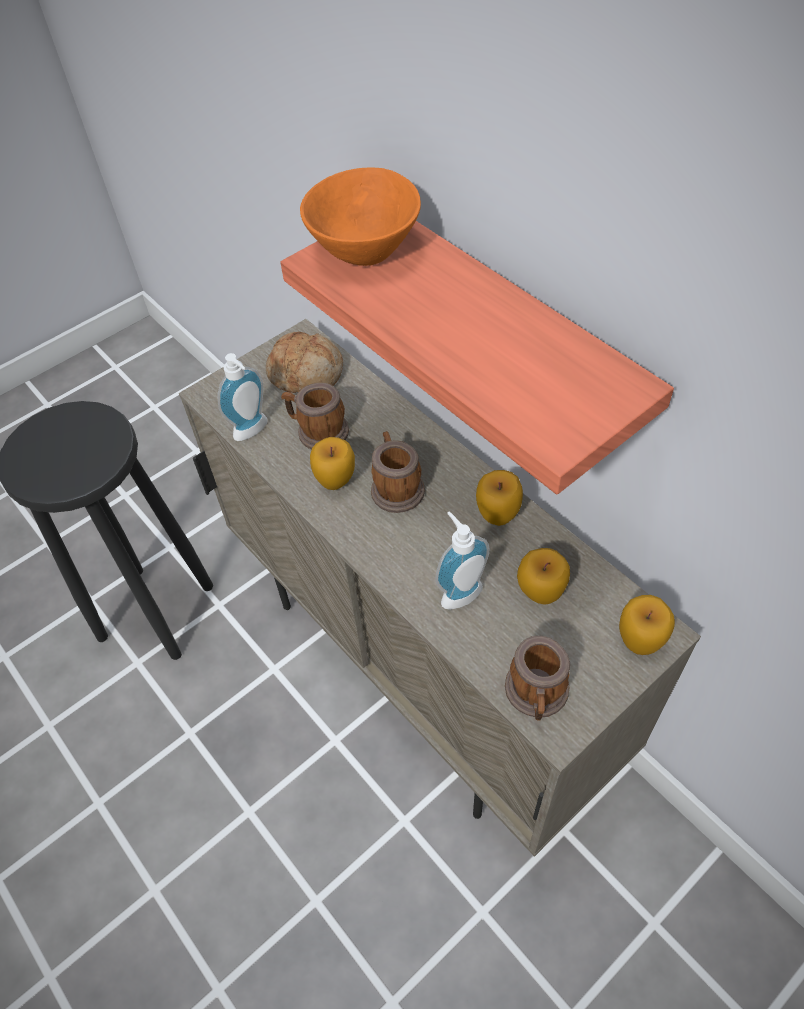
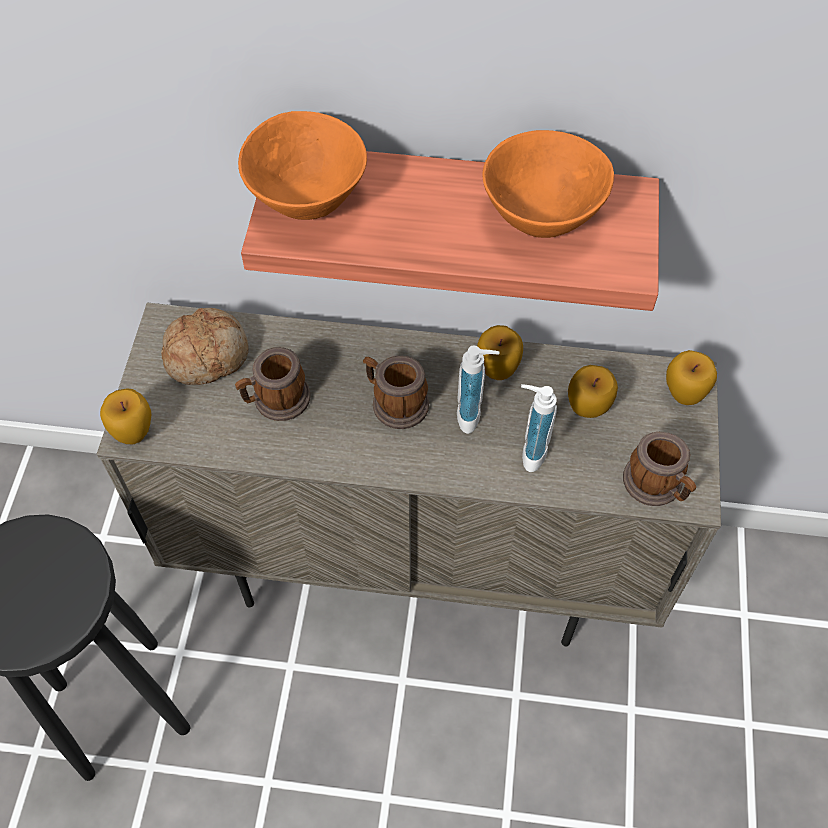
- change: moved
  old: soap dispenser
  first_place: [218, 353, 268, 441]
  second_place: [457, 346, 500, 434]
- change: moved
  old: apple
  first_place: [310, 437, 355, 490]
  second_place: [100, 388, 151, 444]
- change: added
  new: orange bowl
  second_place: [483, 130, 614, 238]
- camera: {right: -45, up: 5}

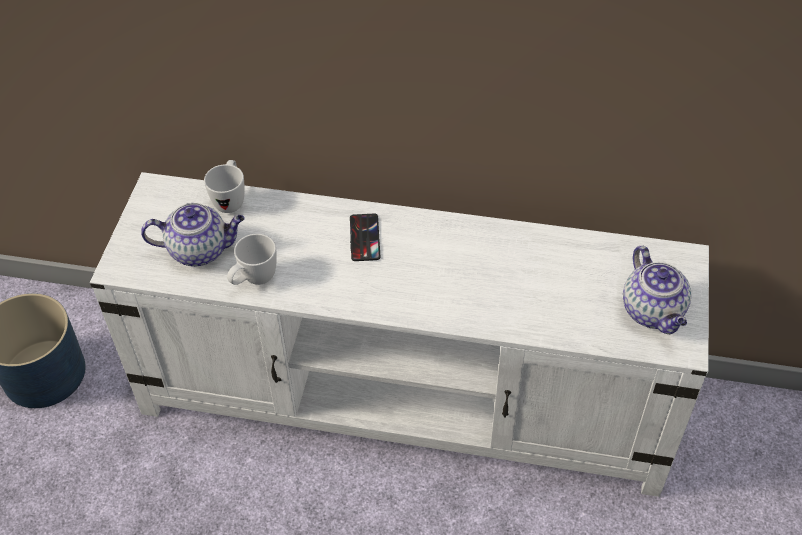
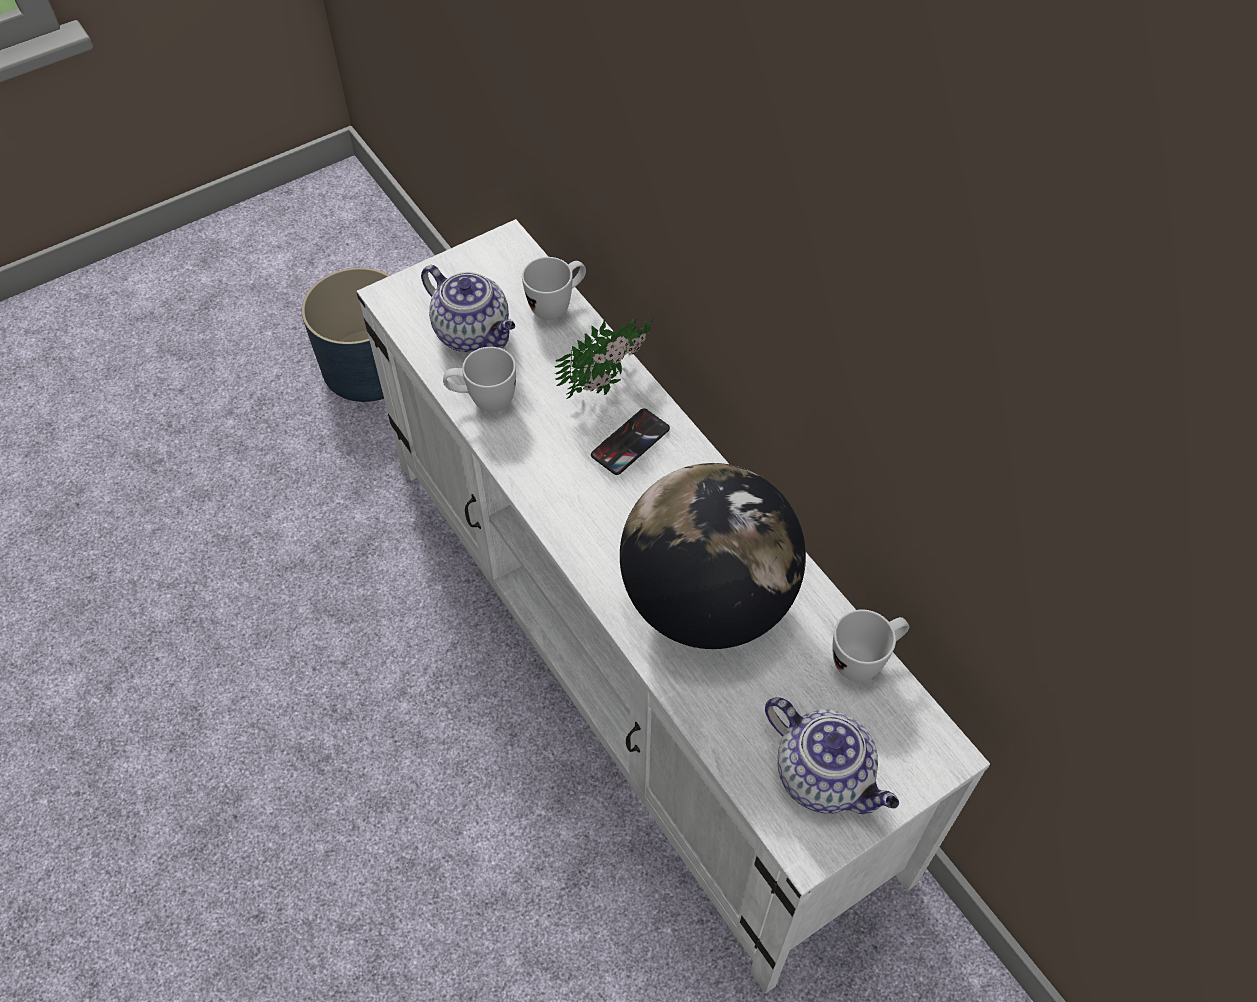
- change: turned
  old: teapot
  first_place: [623, 246, 691, 334]
  second_place: [765, 697, 899, 814]
  degrees: -75
- change: added
  new: potted plant
  second_place: [554, 317, 654, 399]
- change: added
  new: globe
  second_place: [620, 463, 806, 649]
- change: added
  new: white mug
  second_place: [832, 610, 909, 681]
- camera: {right: 45, up: 5}

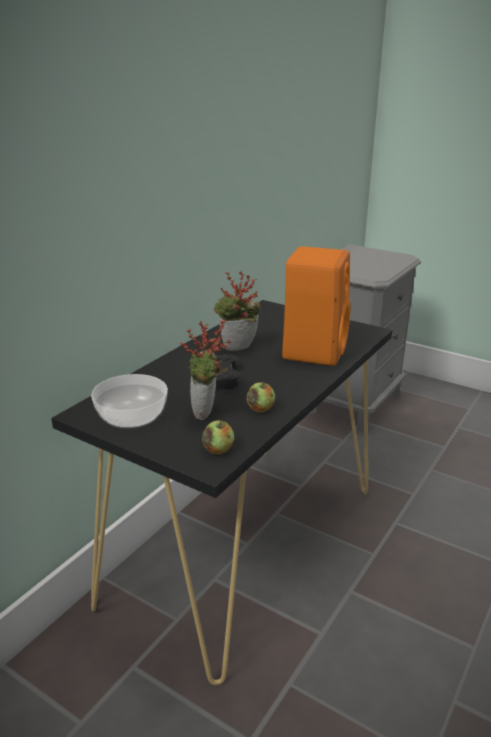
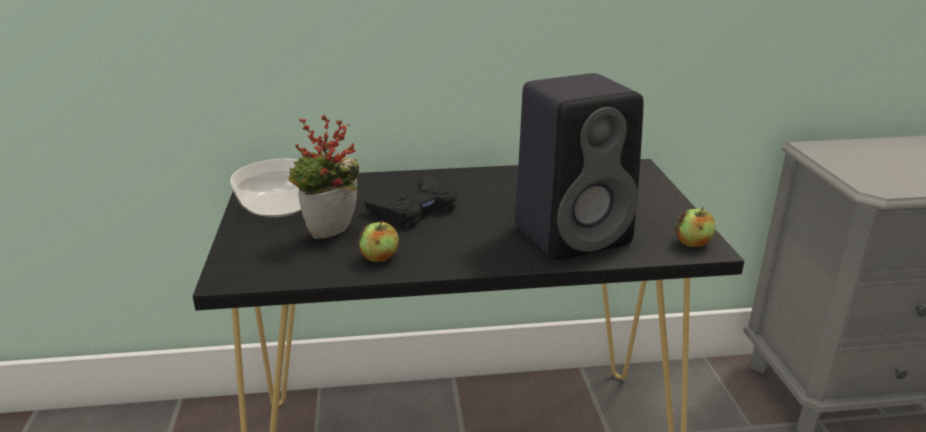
- change: moved
  old: apple
  first_place: [202, 419, 234, 454]
  second_place: [676, 207, 715, 247]
- change: removed
  old: potted plant
  first_place: [214, 271, 260, 351]
- change: recoloured
  old: orange speaker
  new: black speaker
  first_place: [282, 246, 350, 366]
  second_place: [515, 73, 644, 260]
- camera: {right: 50, up: 0}

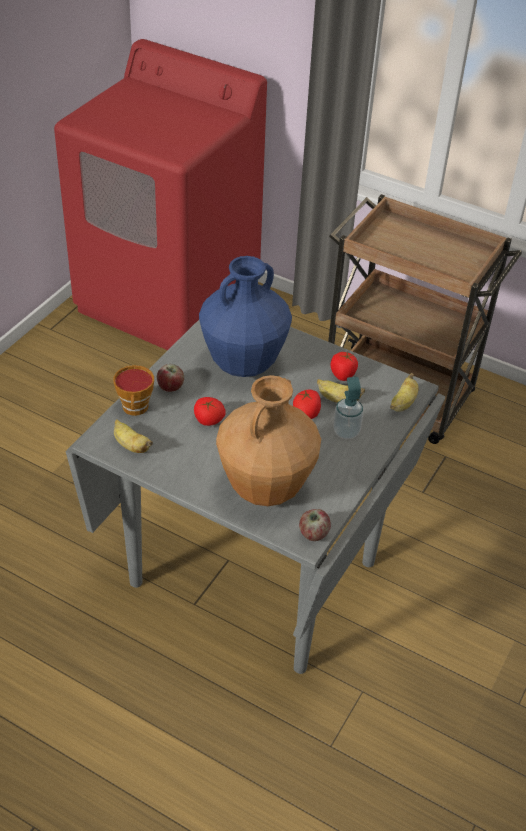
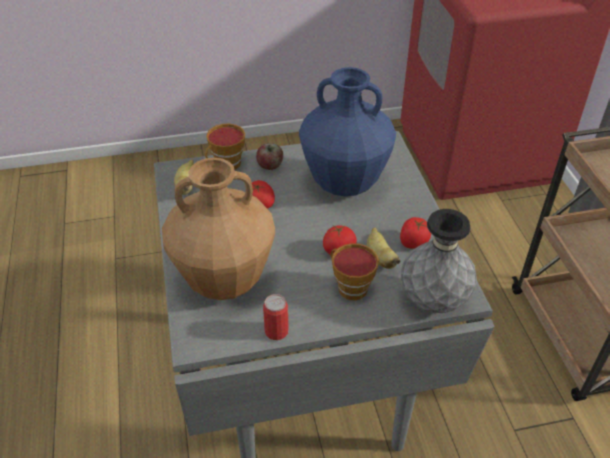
- change: removed
  old: apple
  first_place: [299, 509, 331, 541]
- change: replaced
  old: soap dispenser
  new: cup
  first_place: [333, 377, 363, 439]
  second_place: [331, 243, 379, 300]
- change: replaced
  old: banana
  new: grey vase
  first_place: [390, 373, 419, 412]
  second_place: [401, 209, 477, 313]
- change: added
  new: can
  second_place: [263, 294, 289, 340]
- camera: {right: 50, up: 0}

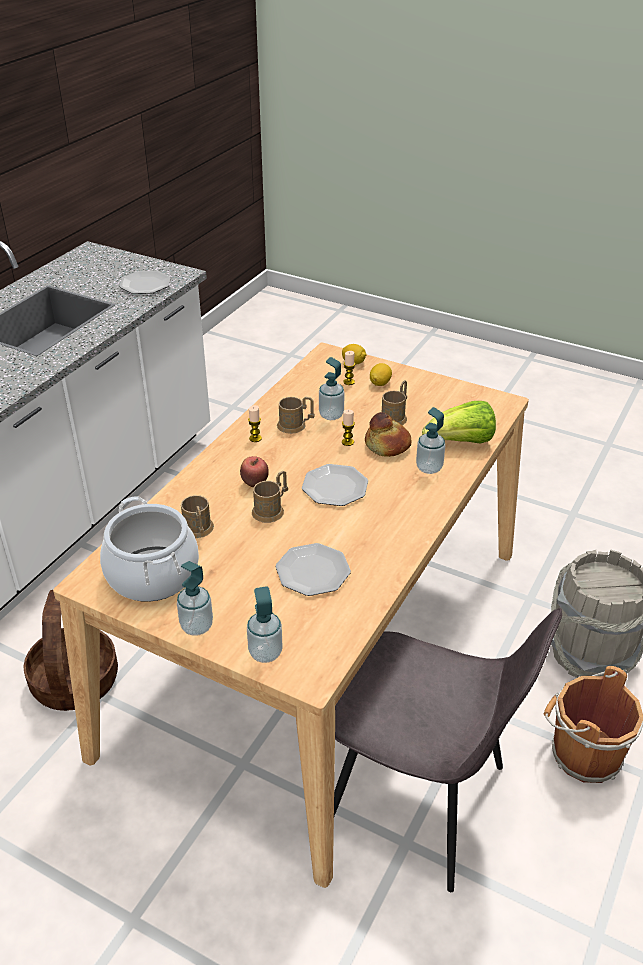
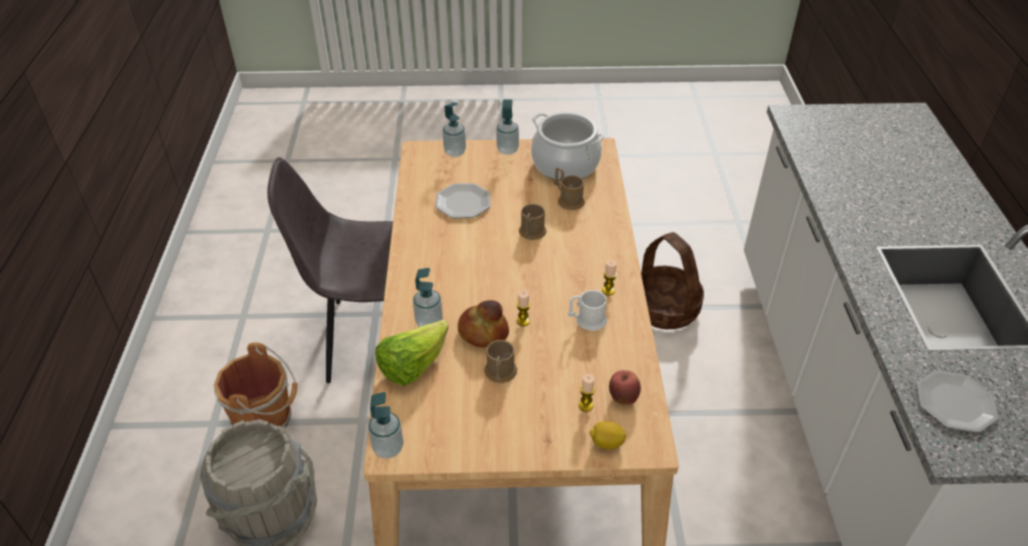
- change: moved
  old: apple
  first_place: [240, 456, 269, 487]
  second_place: [609, 370, 641, 405]
- change: recoloured
  old: brown mug
  new: white mug
  first_place: [277, 397, 314, 434]
  second_place: [568, 290, 607, 331]
- change: removed
  old: plate
  first_place: [302, 464, 368, 506]
- change: moved
  old: soap dispenser
  first_place: [319, 357, 344, 420]
  second_place: [368, 392, 404, 459]
- change: removed
  old: lemon
  first_place: [370, 363, 392, 386]
- camera: {right: 150, up: 5}

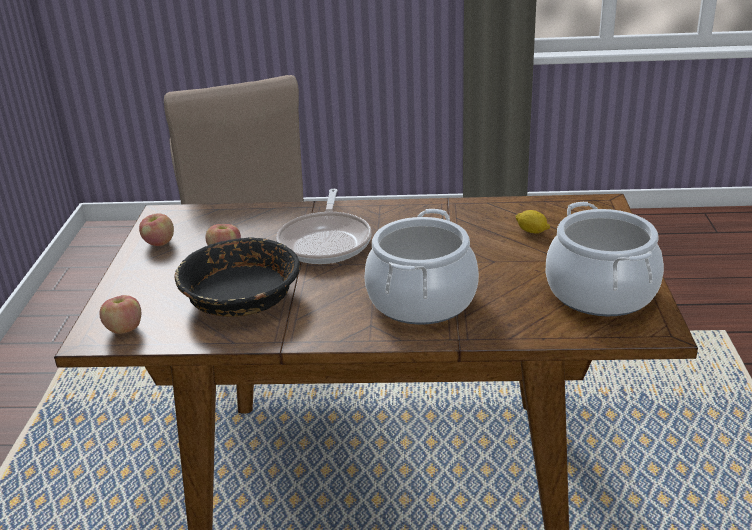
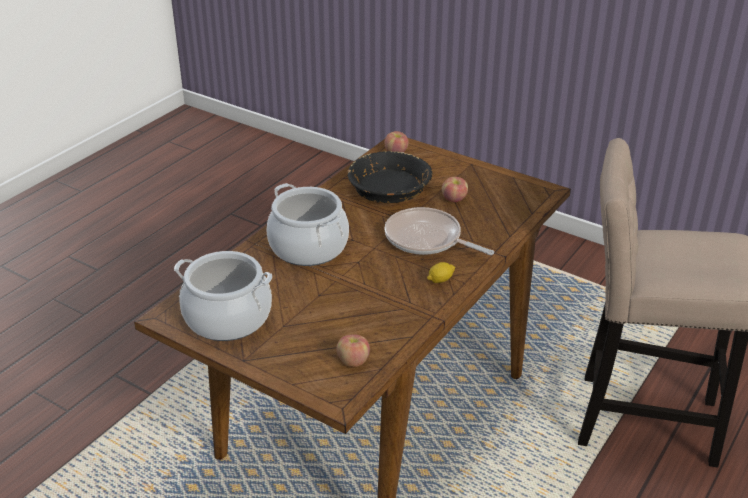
- change: moved
  old: apple
  first_place: [139, 213, 174, 246]
  second_place: [336, 335, 370, 367]
- change: moved
  old: lemon
  first_place: [515, 210, 550, 234]
  second_place: [427, 262, 455, 283]
- camera: {right: 120, up: 5}

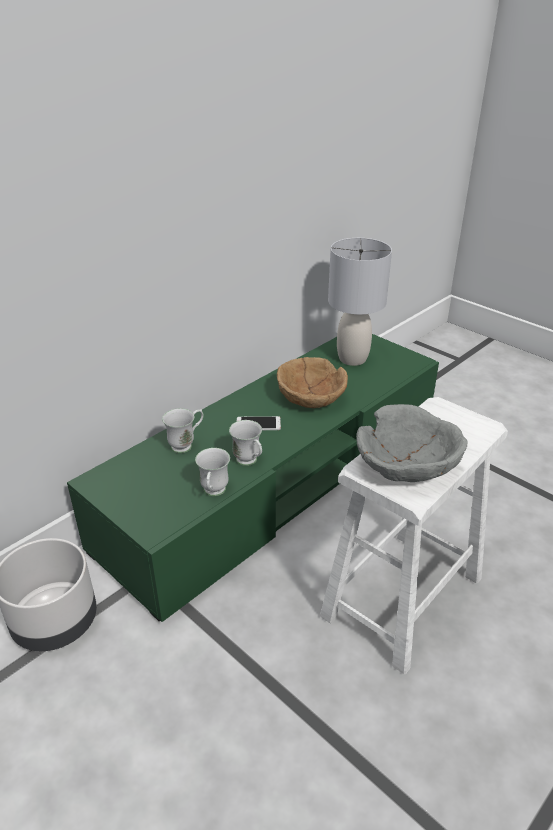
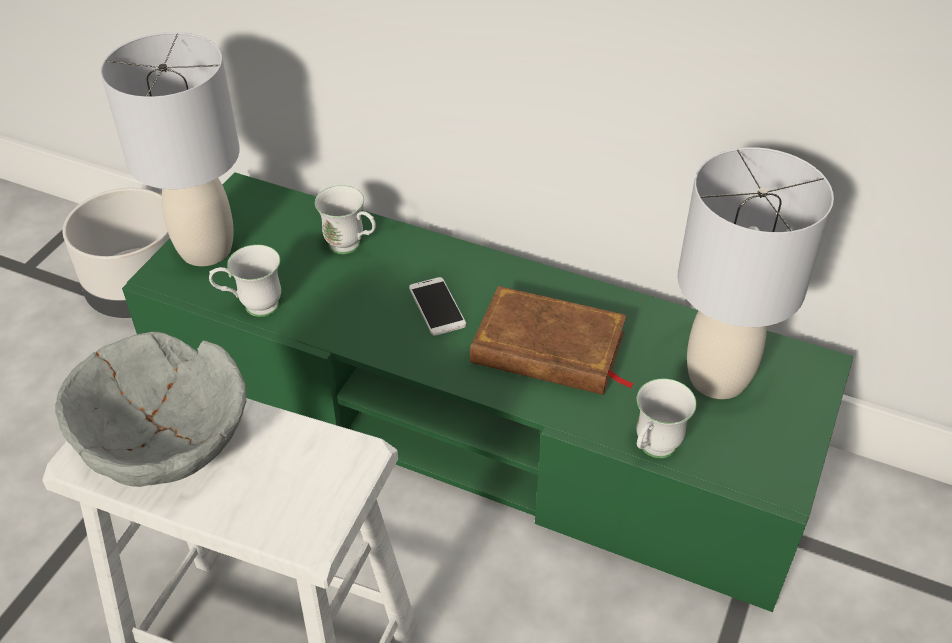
- change: moved
  old: white mug
  first_place: [229, 420, 262, 466]
  second_place: [637, 378, 696, 458]
- change: replaced
  old: brown bowl
  new: brown book
  first_place: [277, 357, 348, 408]
  second_place: [470, 286, 634, 395]
- change: added
  new: grey table lamp
  second_place: [101, 32, 240, 266]
- camera: {right: 70, up: 10}

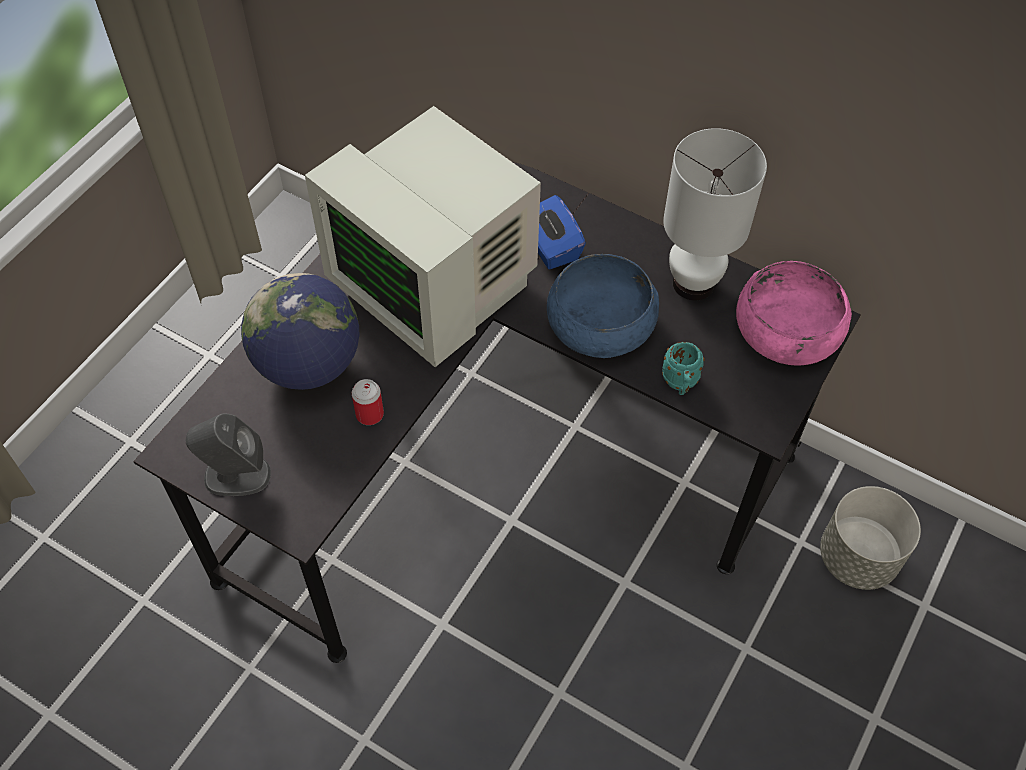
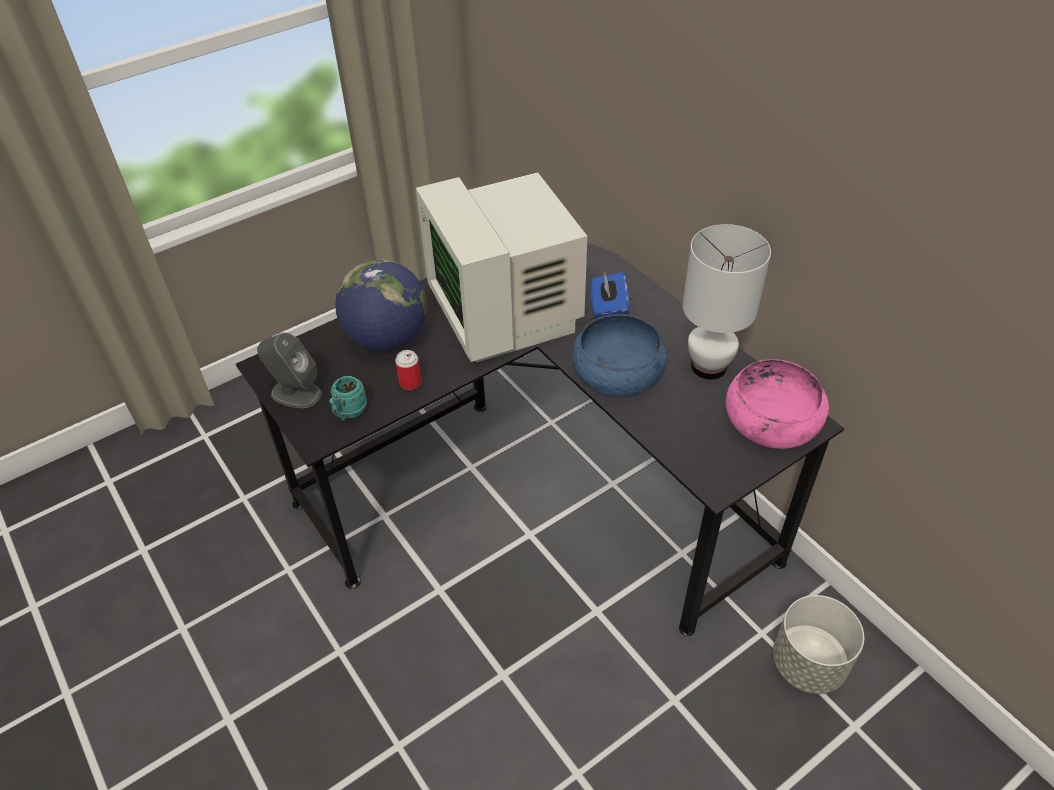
- change: moved
  old: turquoise mug
  first_place: [662, 342, 705, 395]
  second_place: [329, 376, 367, 421]
- camera: {right: 25, up: -10}

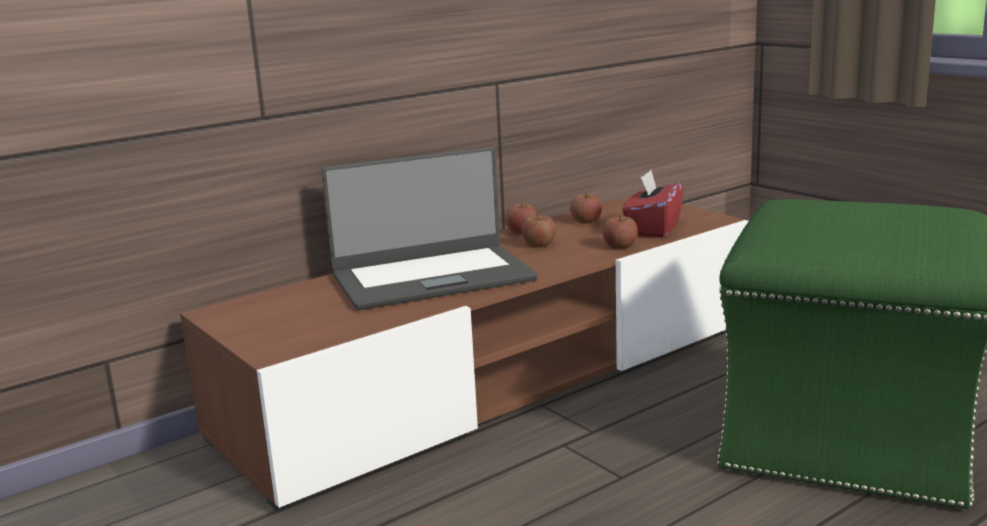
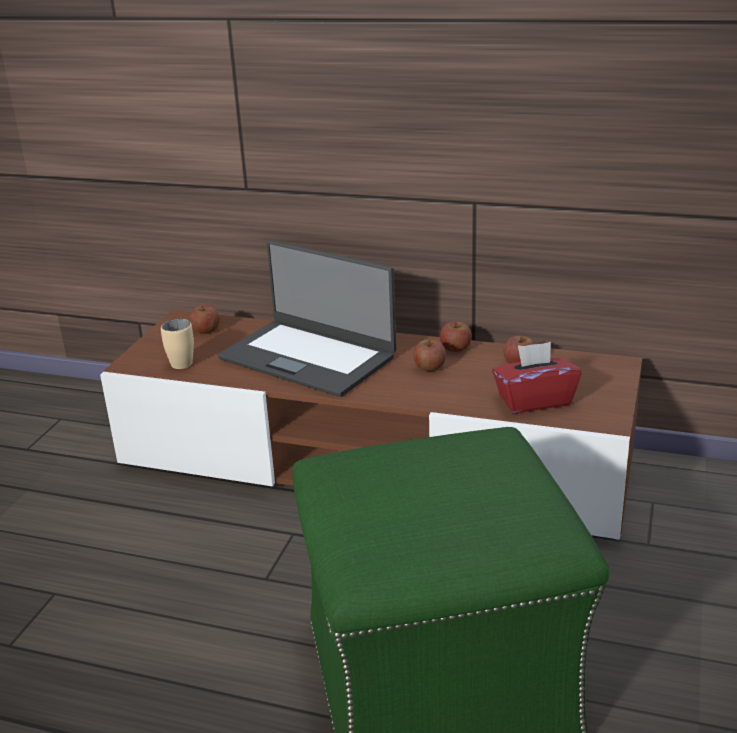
- change: moved
  old: apple
  first_place: [603, 216, 638, 249]
  second_place: [190, 305, 220, 334]
- change: added
  new: beige mug
  second_place: [161, 319, 194, 369]
- camera: {right: 55, up: 10}

